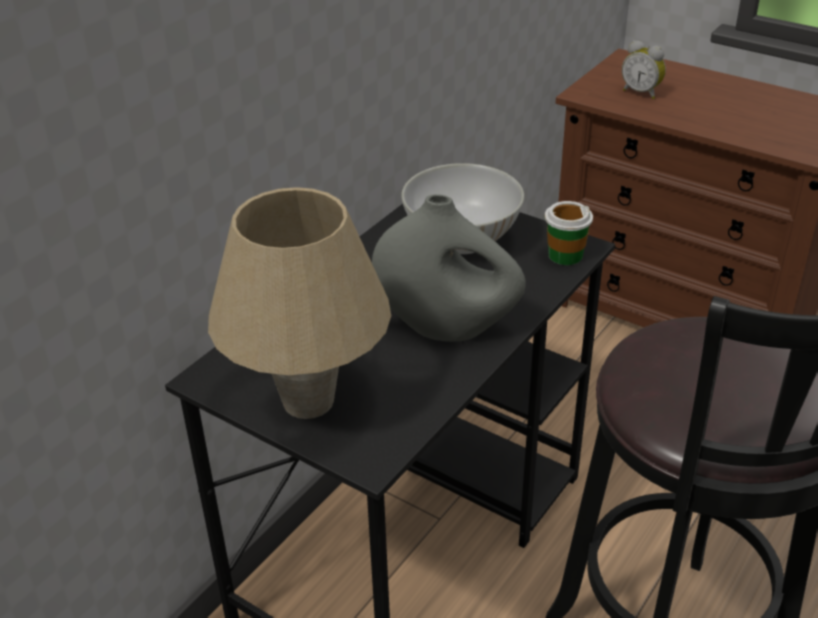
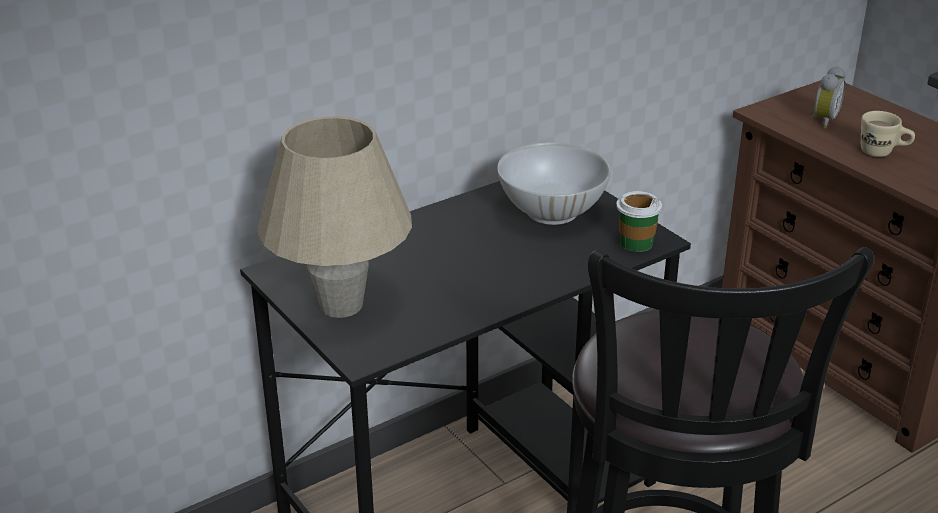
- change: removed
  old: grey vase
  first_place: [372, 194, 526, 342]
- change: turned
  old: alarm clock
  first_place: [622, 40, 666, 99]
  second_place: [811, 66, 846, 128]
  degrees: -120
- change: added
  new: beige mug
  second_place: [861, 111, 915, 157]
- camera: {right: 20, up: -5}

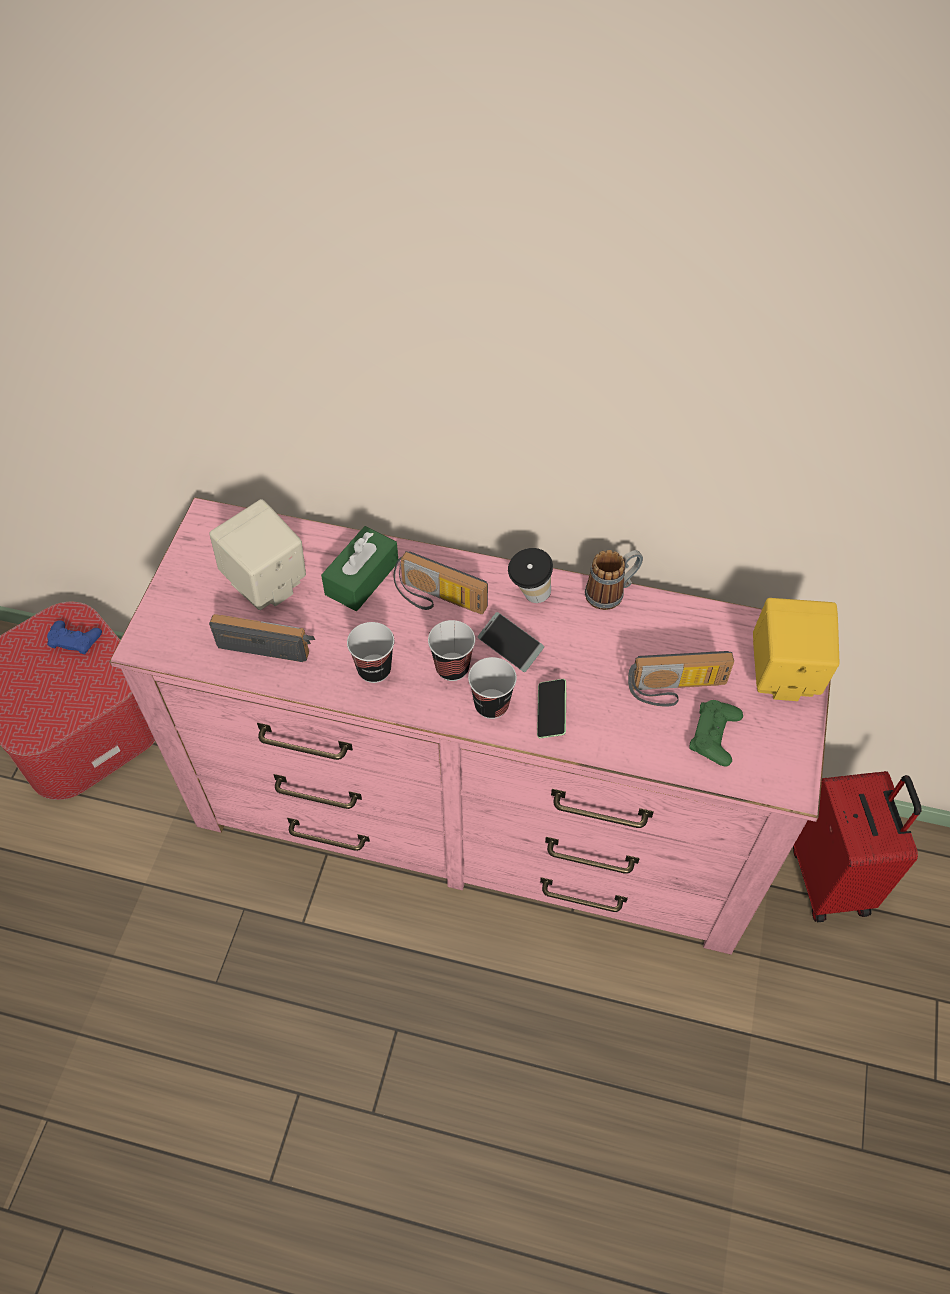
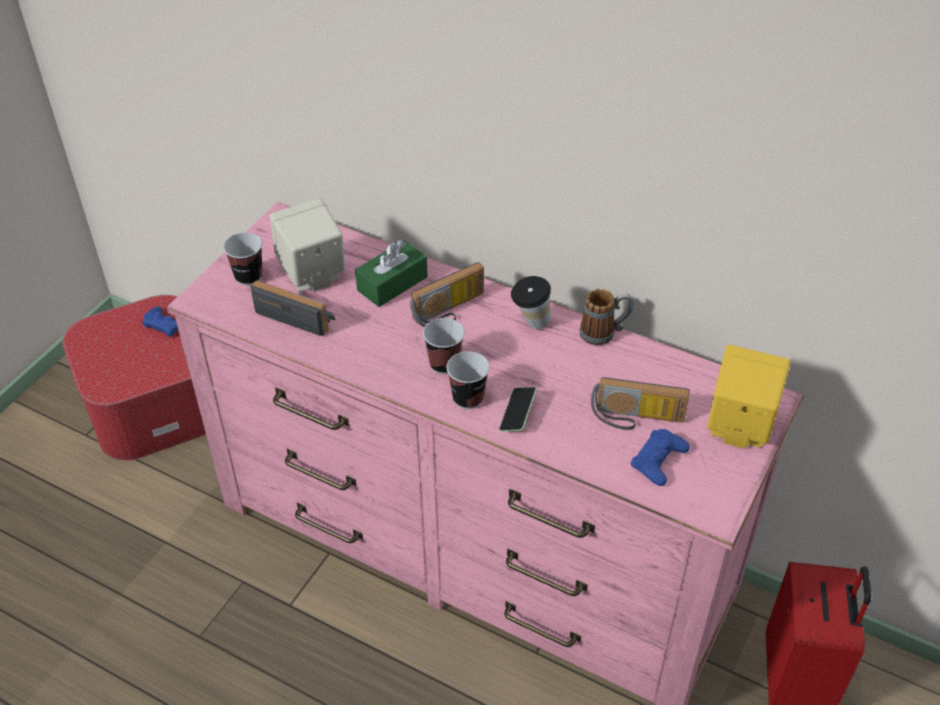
- change: moved
  old: cup
  first_place: [347, 622, 394, 683]
  second_place: [223, 233, 262, 285]
- change: turned
  old: radio
  first_place: [394, 551, 488, 614]
  second_place: [410, 262, 484, 327]
  degrees: -75
- change: removed
  old: phone
  first_place: [478, 612, 544, 672]
- change: recoloured
  old: green game controller
  new: blue game controller
  first_place: [689, 700, 743, 767]
  second_place: [630, 429, 690, 486]
- camera: {right: 15, up: -10}

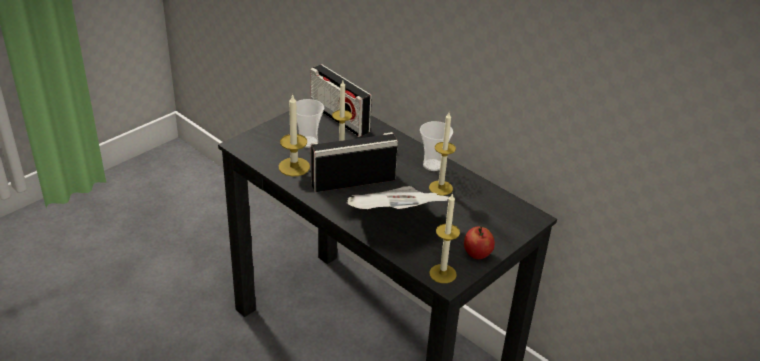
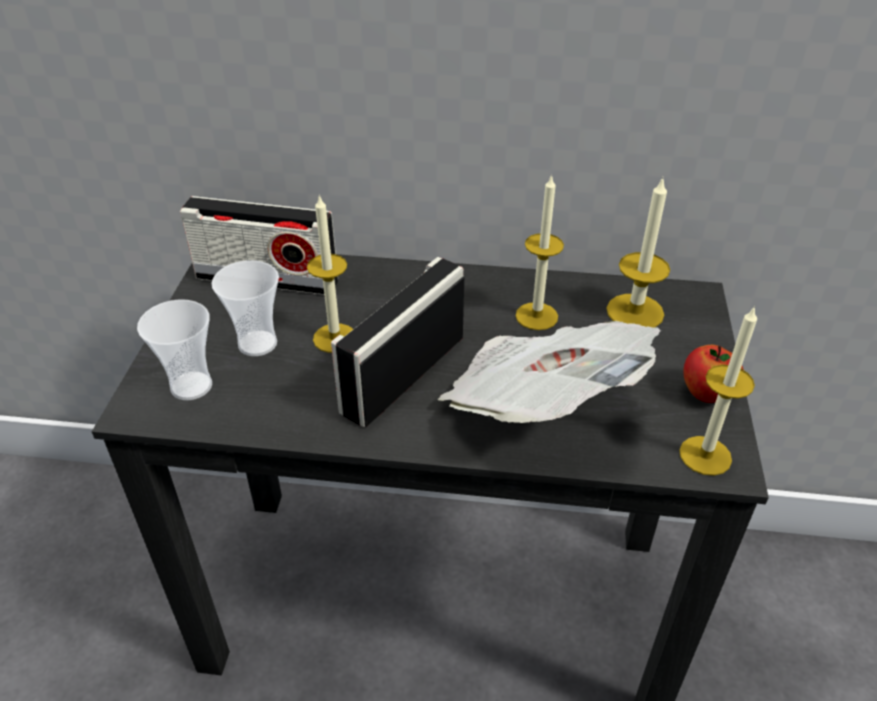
- change: moved
  old: candle
  first_place: [279, 94, 310, 176]
  second_place: [607, 177, 670, 327]
- change: moved
  old: cup
  first_place: [420, 121, 453, 171]
  second_place: [137, 299, 212, 400]
- camera: {right: -35, up: 5}

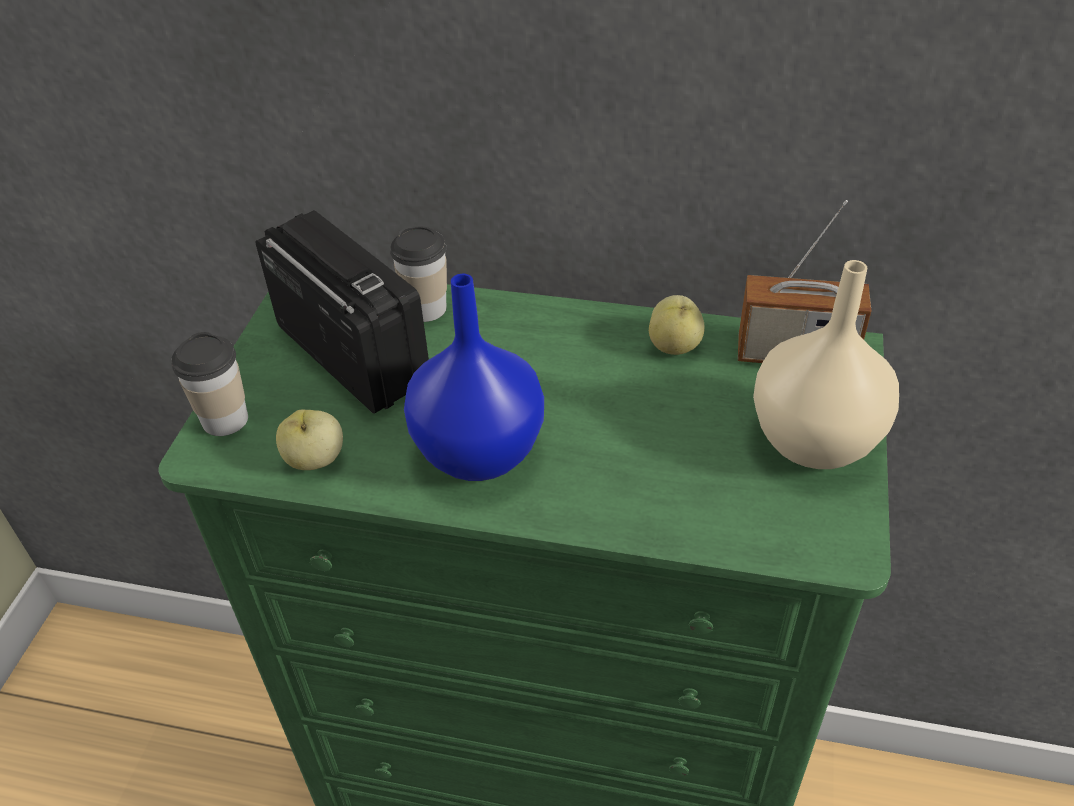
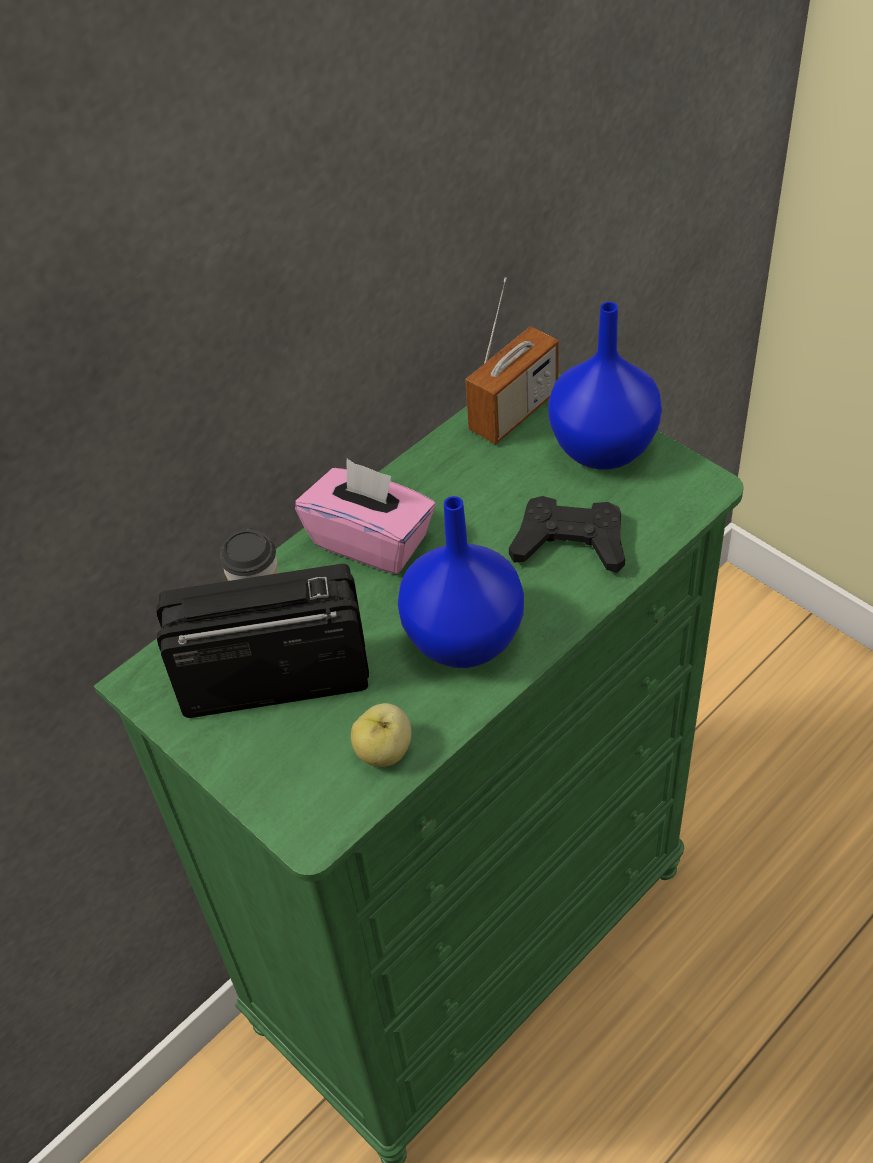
- change: removed
  old: cup
  first_place: [171, 332, 248, 436]
- change: removed
  old: apple
  first_place: [649, 295, 705, 355]
- change: recoloured
  old: beige vase
  new: blue vase
  first_place: [753, 260, 899, 469]
  second_place: [549, 302, 662, 470]
- change: added
  new: pink tissue box
  second_place: [295, 459, 436, 574]
- change: added
  new: black game controller
  second_place: [509, 496, 625, 573]
- camera: {right: -55, up: 5}

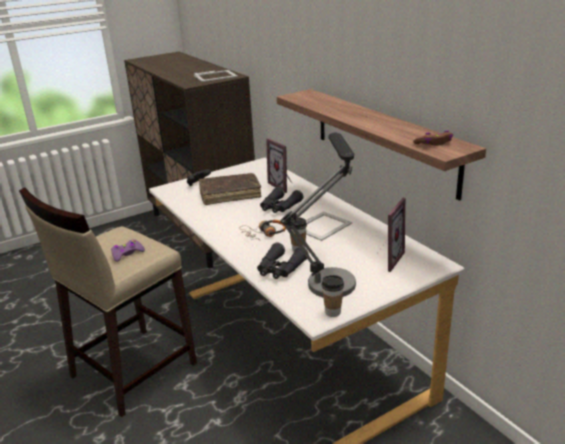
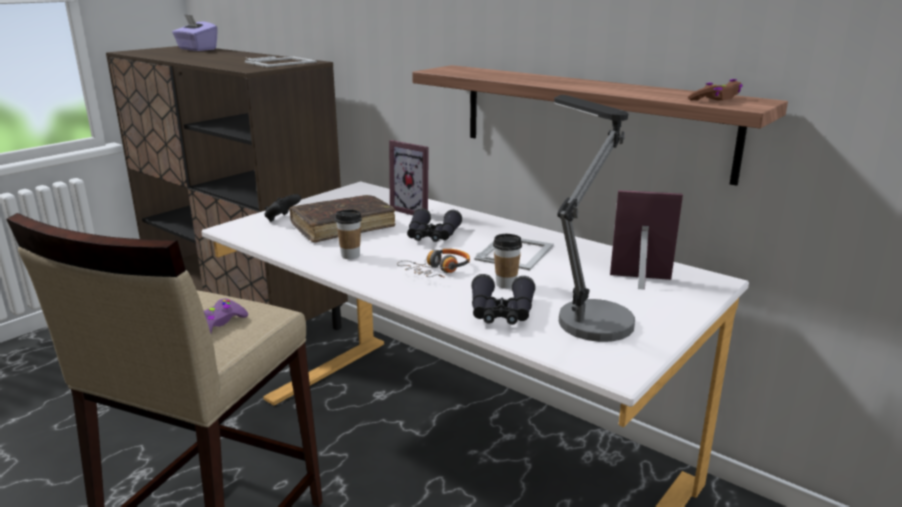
- change: moved
  old: cup
  first_place: [322, 275, 344, 317]
  second_place: [335, 209, 362, 259]
- change: turned
  old: picture frame
  first_place: [376, 198, 406, 272]
  second_place: [610, 190, 683, 290]
  degrees: -90
- change: added
  new: purple tissue box
  second_place: [172, 14, 218, 51]
- camera: {right: -20, up: -5}

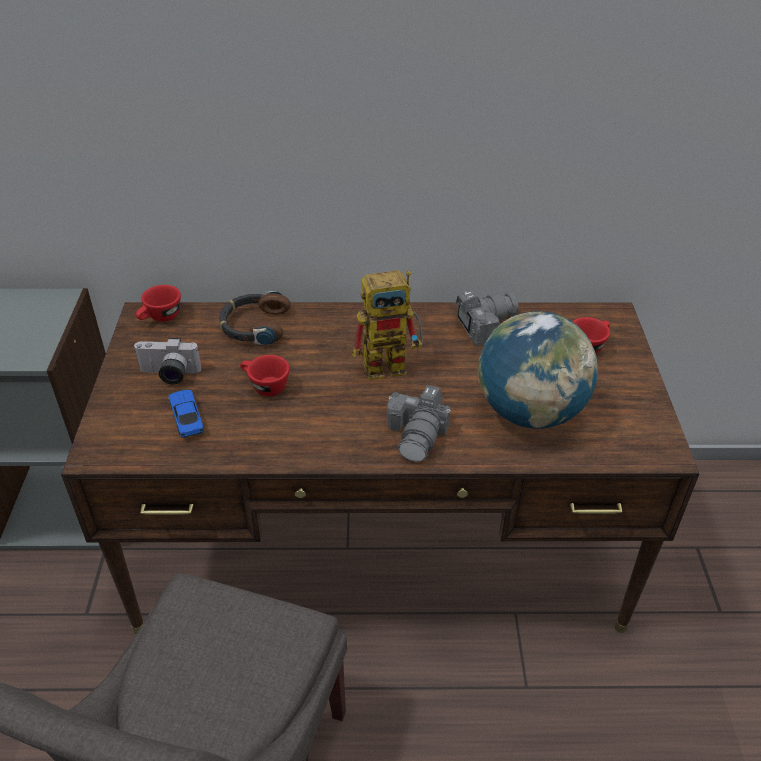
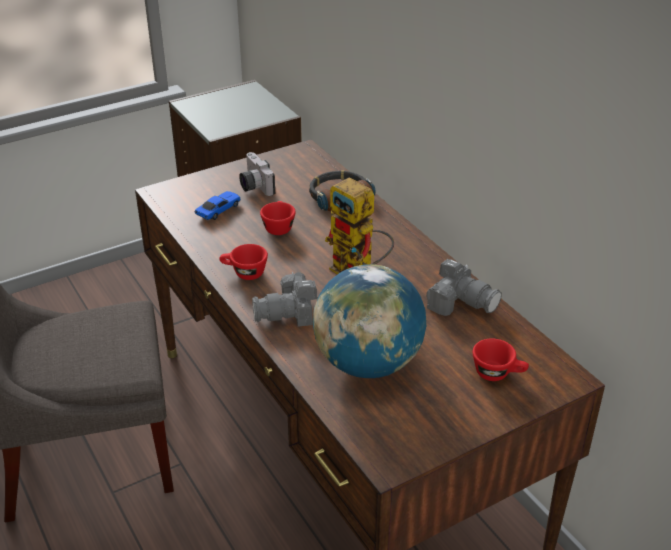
- change: moved
  old: red cup
  first_place: [136, 285, 181, 322]
  second_place: [219, 244, 268, 280]
- camera: {right: 60, up: -5}

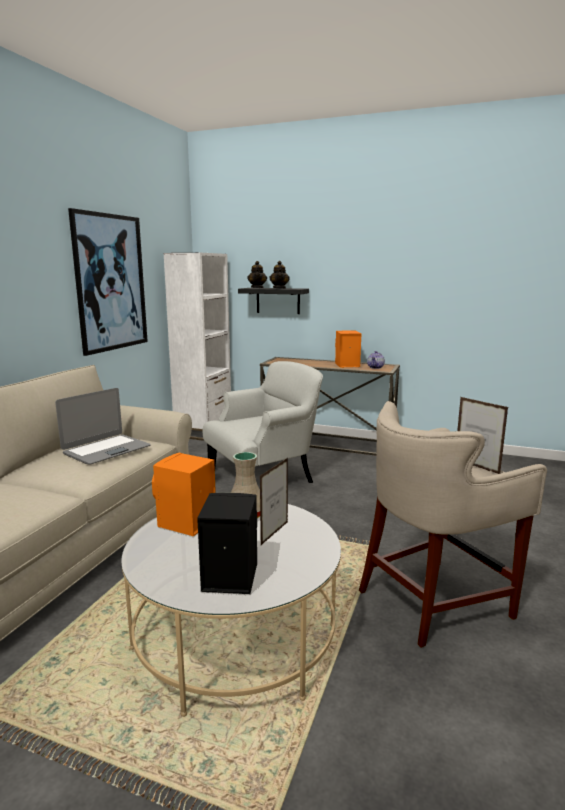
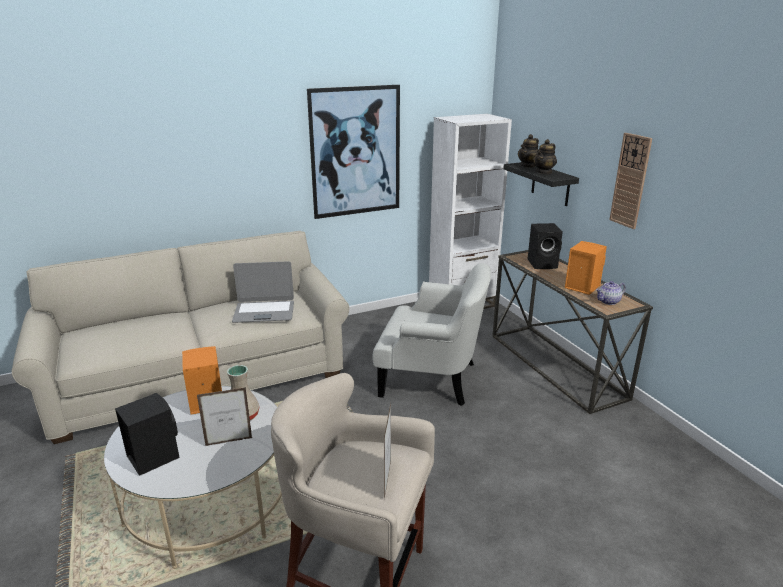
- change: added
  new: black speaker
  second_place: [528, 223, 563, 269]
- change: added
  new: wall clock
  second_place: [609, 133, 652, 229]
- camera: {right: 45, up: 10}

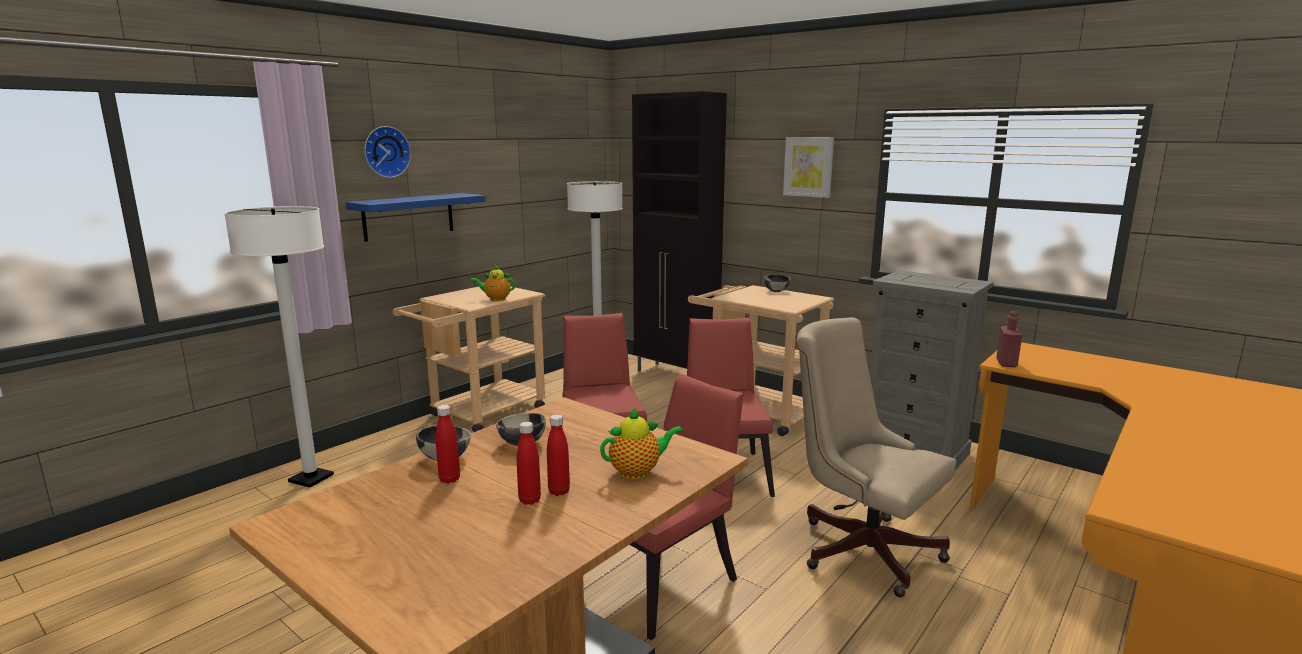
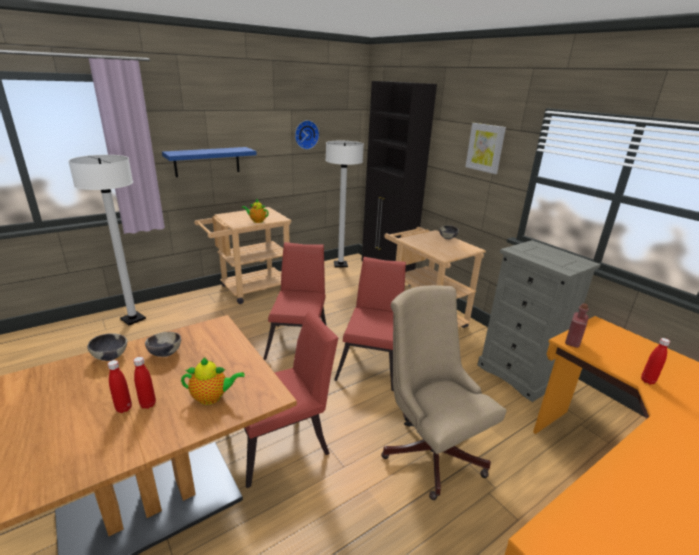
- change: moved
  old: wall clock
  first_place: [364, 126, 411, 178]
  second_place: [295, 120, 319, 149]
- change: moved
  old: red bottle
  first_place: [436, 405, 460, 484]
  second_place: [641, 338, 670, 385]
- camera: {right: 15, up: 10}

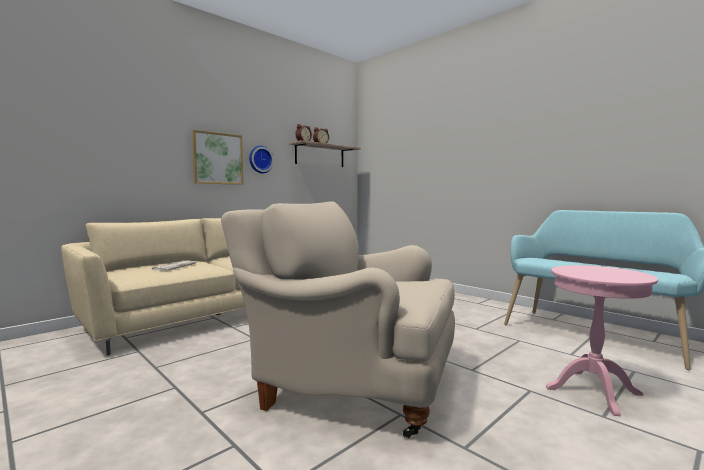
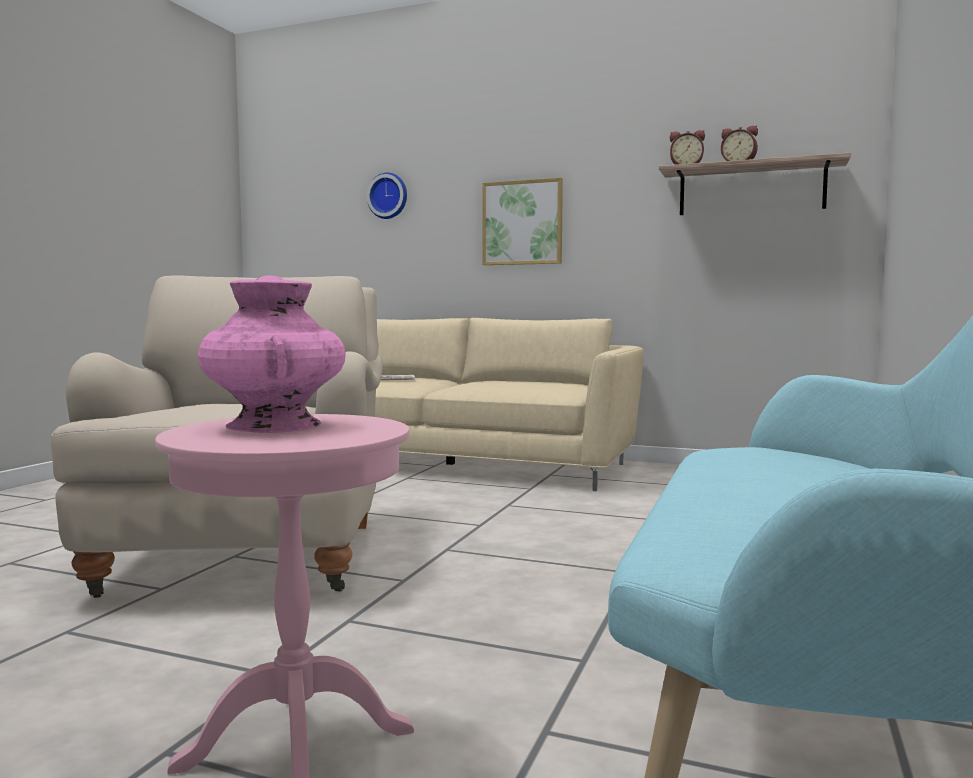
- change: moved
  old: wall clock
  first_place: [249, 146, 274, 173]
  second_place: [367, 172, 407, 219]
- change: added
  new: pink vase
  second_place: [198, 275, 346, 433]
- camera: {right: 65, up: 0}

